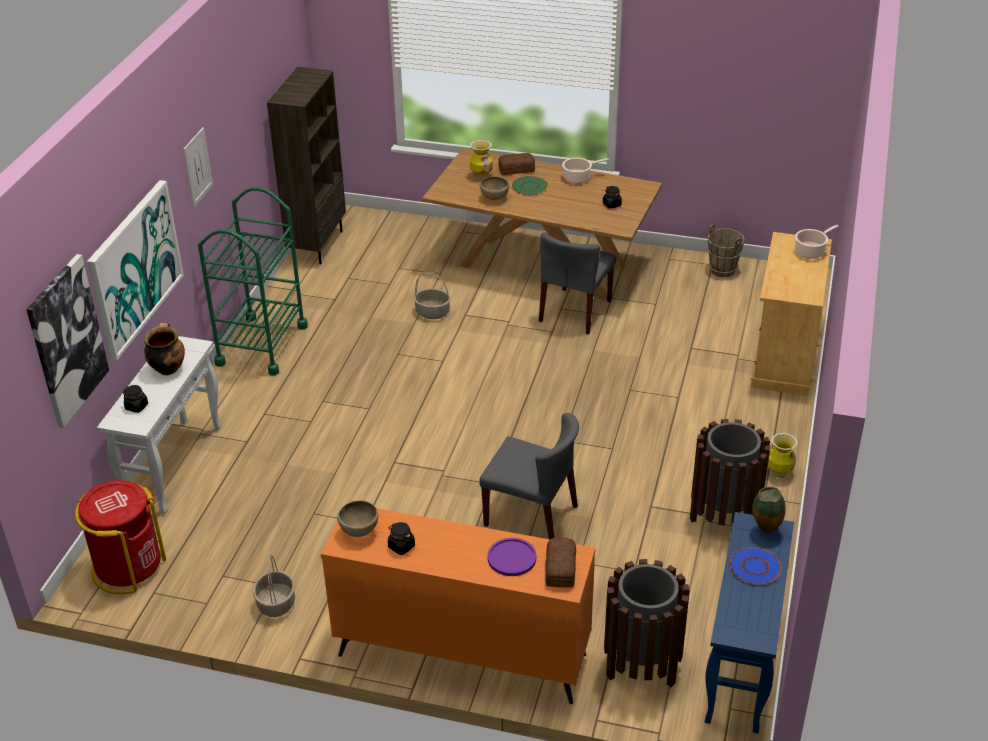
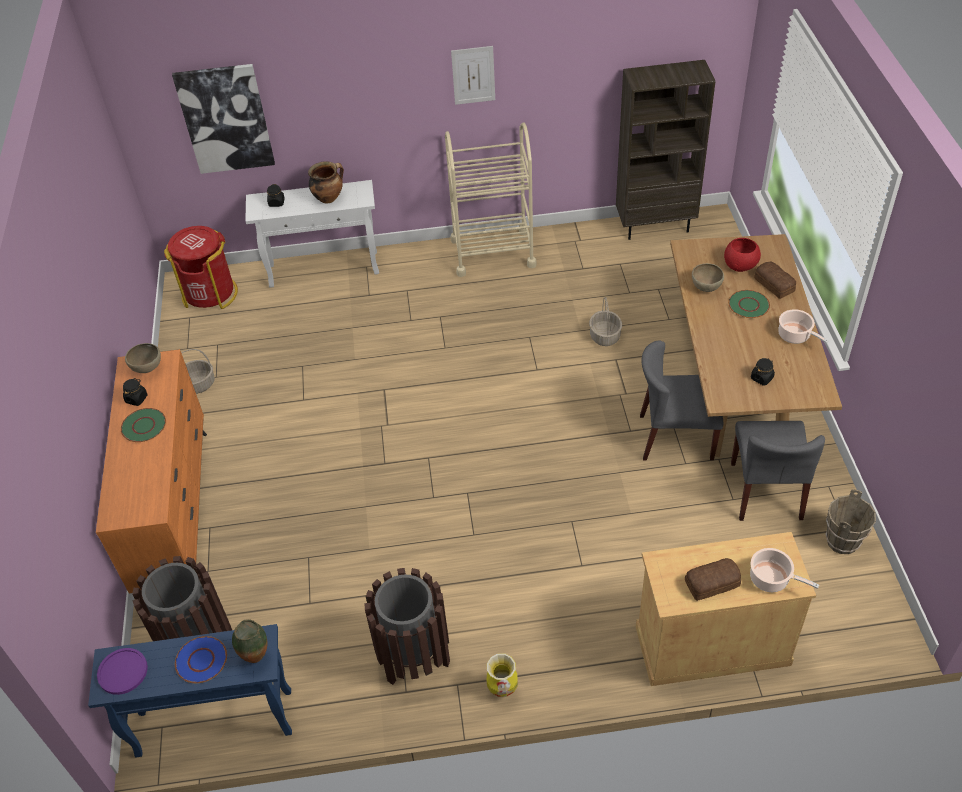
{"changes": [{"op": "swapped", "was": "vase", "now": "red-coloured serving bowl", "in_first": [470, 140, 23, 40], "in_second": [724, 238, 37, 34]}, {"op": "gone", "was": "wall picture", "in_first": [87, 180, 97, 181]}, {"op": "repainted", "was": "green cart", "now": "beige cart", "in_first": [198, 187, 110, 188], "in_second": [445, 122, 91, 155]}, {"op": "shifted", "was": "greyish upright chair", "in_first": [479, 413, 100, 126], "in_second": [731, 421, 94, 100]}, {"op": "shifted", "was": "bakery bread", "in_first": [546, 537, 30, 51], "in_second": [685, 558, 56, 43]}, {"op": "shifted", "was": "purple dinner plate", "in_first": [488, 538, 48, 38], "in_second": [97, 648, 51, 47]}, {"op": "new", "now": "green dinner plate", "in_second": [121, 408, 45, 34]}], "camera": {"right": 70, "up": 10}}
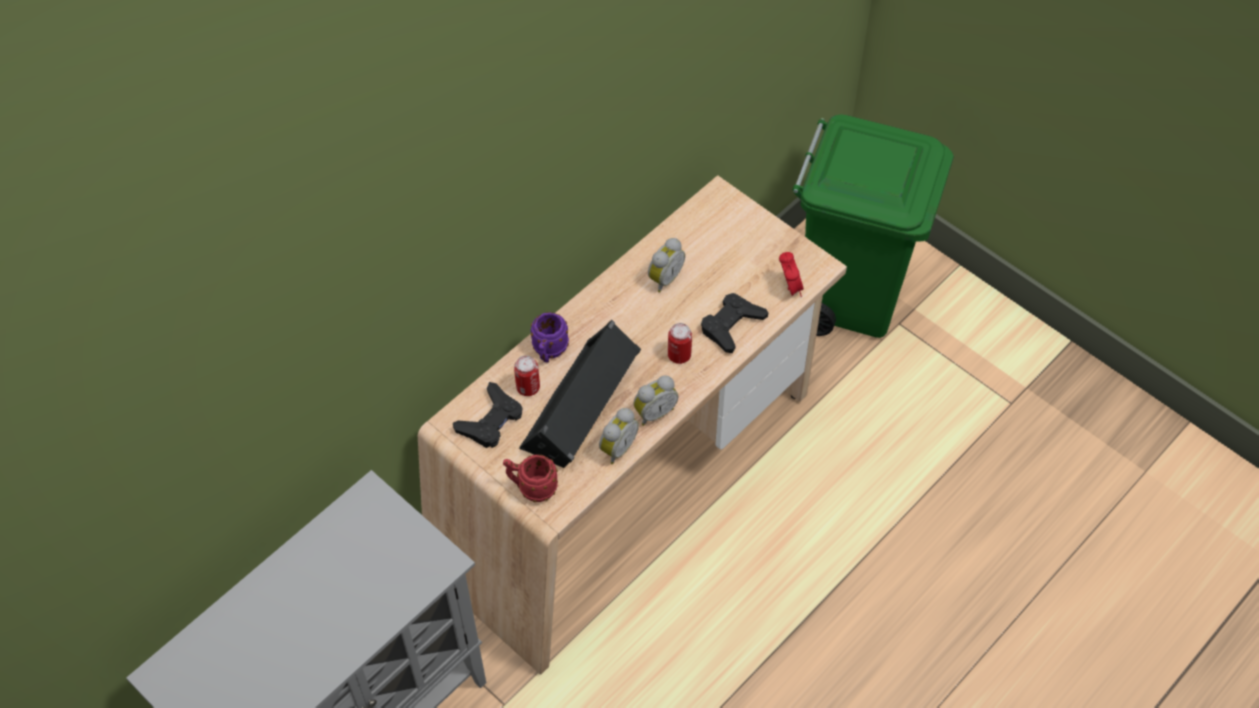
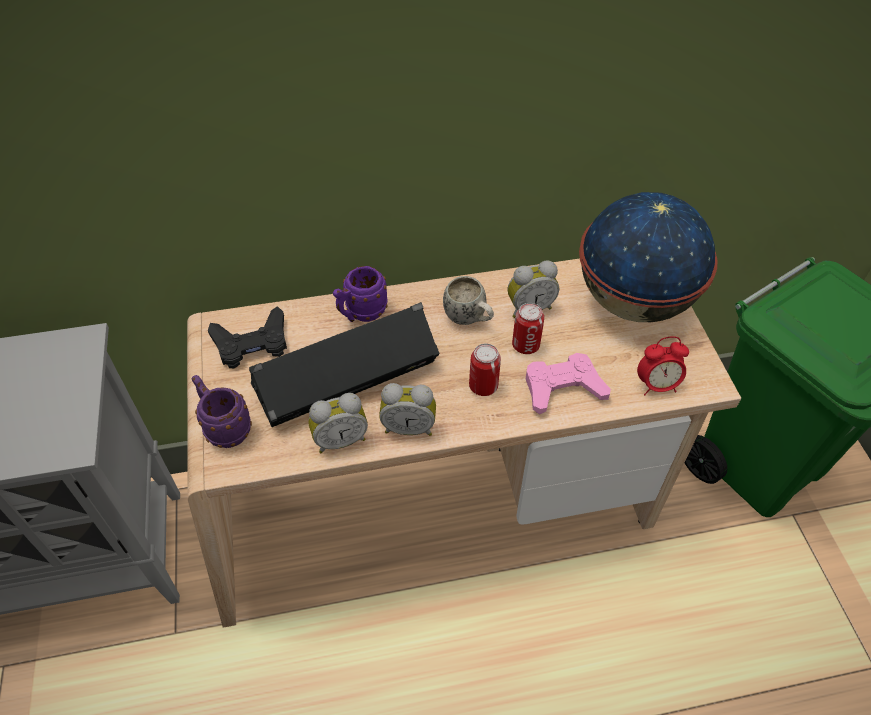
{"changes": [{"op": "rotated", "was": "table clock", "in_first": [779, 252, 25, 45], "in_second": [637, 336, 52, 59], "clockwise": 60}, {"op": "repainted", "was": "blackish joypad", "now": "pinkish joypad", "in_first": [701, 293, 67, 60], "in_second": [526, 353, 85, 61]}, {"op": "shifted", "was": "metal can", "in_first": [514, 355, 26, 41], "in_second": [512, 303, 32, 51]}, {"op": "repainted", "was": "red-coloured mug", "now": "purple mug", "in_first": [503, 454, 55, 48], "in_second": [192, 375, 60, 73]}, {"op": "new", "now": "desk globe", "in_second": [579, 192, 138, 130]}, {"op": "new", "now": "white mug", "in_second": [443, 276, 51, 49]}], "camera": {"right": 35, "up": -5}}
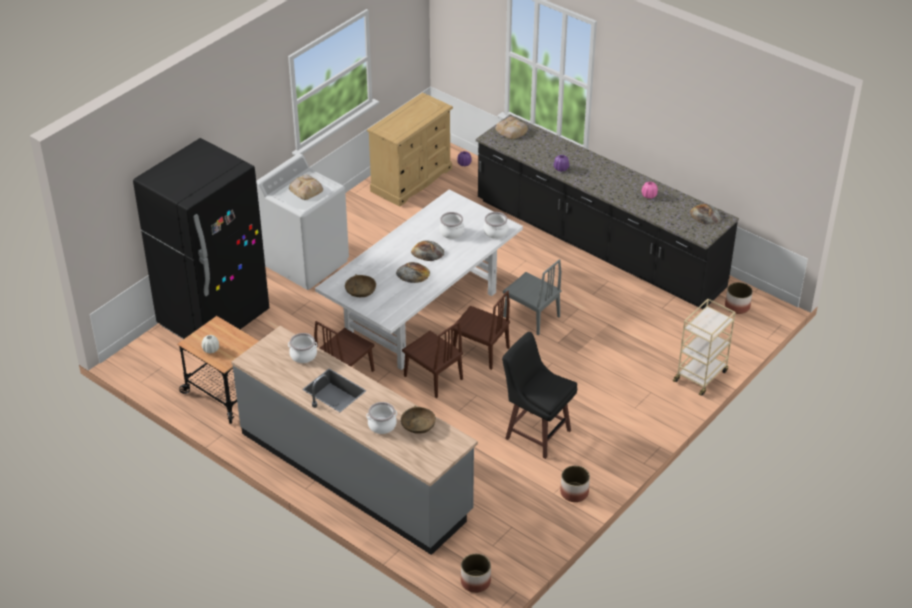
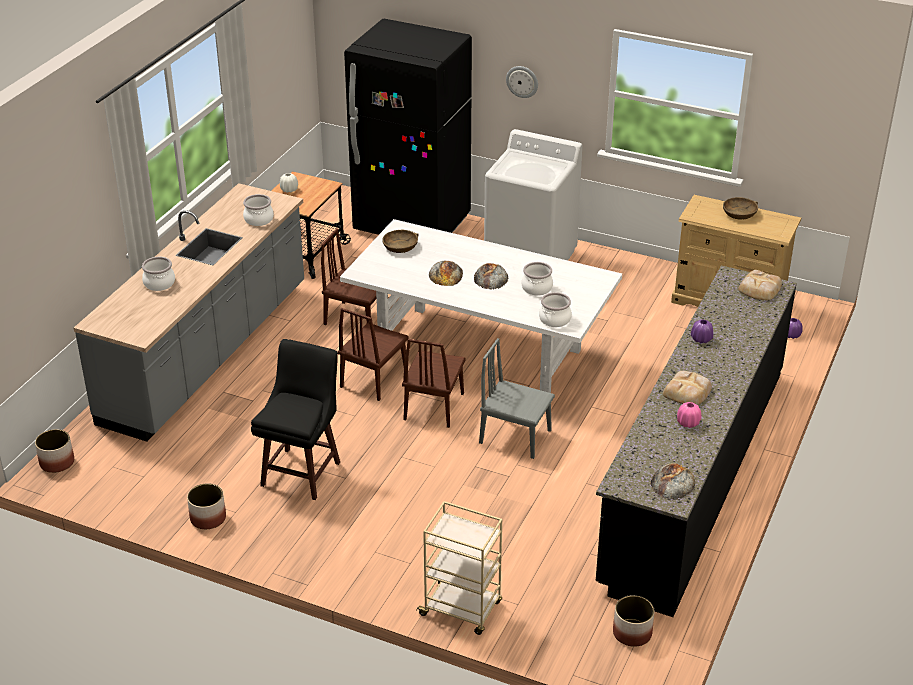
{"changes": [{"op": "shifted", "was": "bakery bread", "in_first": [289, 175, 34, 25], "in_second": [663, 371, 49, 34]}, {"op": "rotated", "was": "greyish upright chair", "in_first": [503, 259, 58, 77], "in_second": [479, 338, 76, 121], "clockwise": 90}, {"op": "shifted", "was": "brownish serving bowl", "in_first": [401, 406, 35, 28], "in_second": [723, 197, 35, 23]}, {"op": "new", "now": "wall clock", "in_second": [506, 66, 32, 32]}], "camera": {"right": 75, "up": -5}}
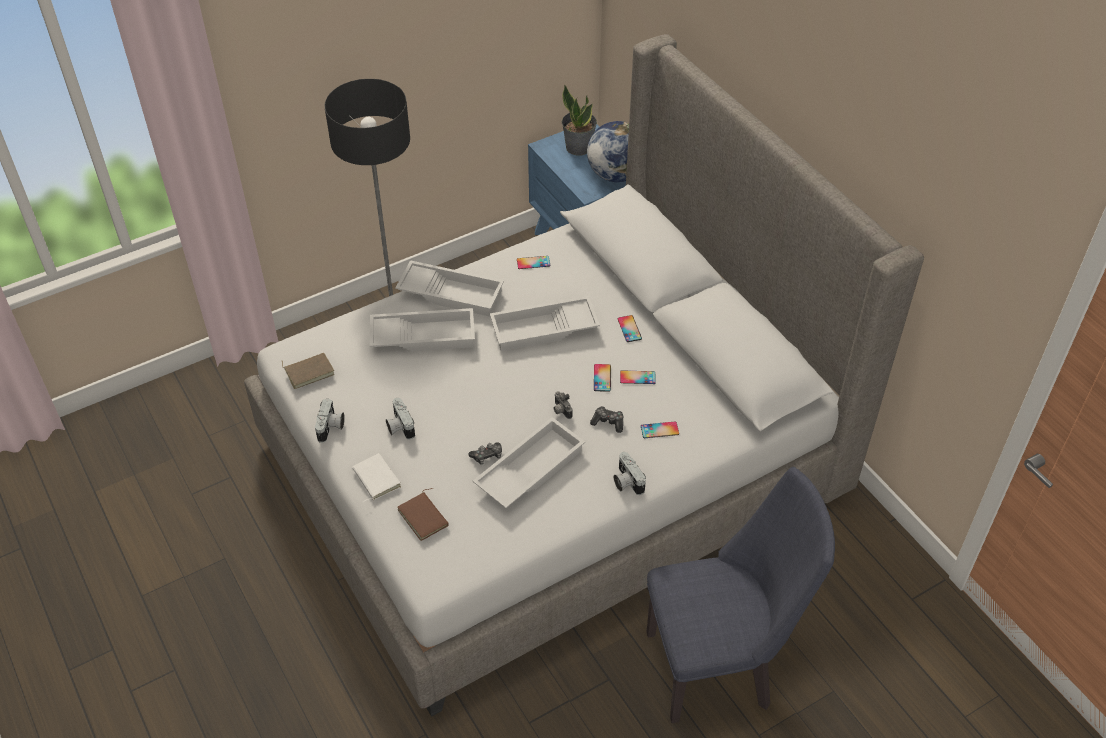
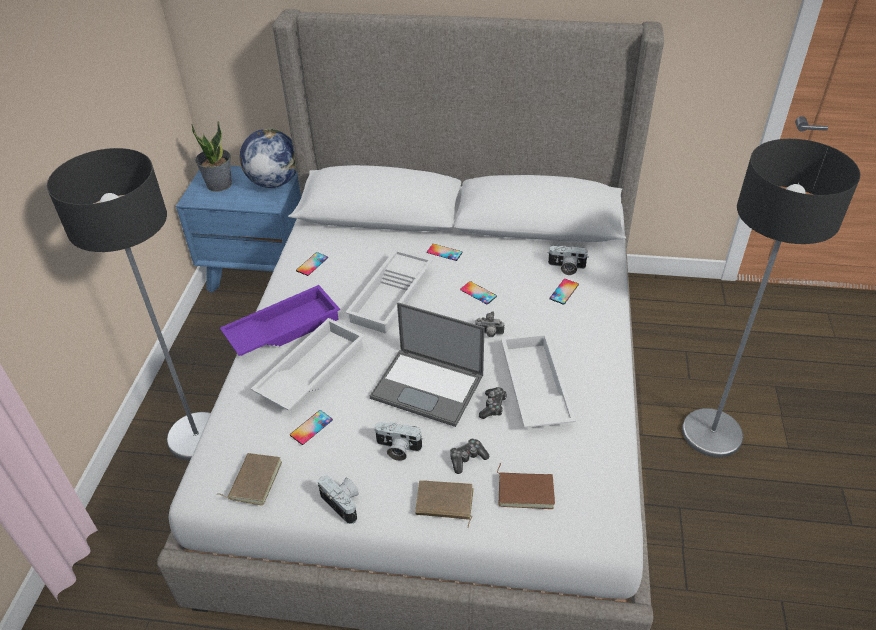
{"changes": [{"op": "repainted", "was": "white tray", "now": "purple tray", "in_first": [395, 260, 109, 57], "in_second": [220, 285, 120, 71]}, {"op": "shifted", "was": "telephone", "in_first": [620, 370, 36, 14], "in_second": [290, 410, 43, 35]}, {"op": "shifted", "was": "joypad", "in_first": [590, 406, 34, 27], "in_second": [450, 438, 39, 36]}, {"op": "shifted", "was": "still camera", "in_first": [614, 452, 32, 43], "in_second": [548, 246, 40, 29]}, {"op": "repainted", "was": "white bound book", "now": "brownish bound book", "in_first": [352, 453, 49, 49], "in_second": [415, 480, 59, 48]}, {"op": "swapped", "was": "blue-coloured upright chair", "now": "standing lamp", "in_first": [646, 467, 189, 256], "in_second": [682, 139, 178, 318]}, {"op": "new", "now": "laptop", "in_second": [370, 303, 115, 124]}], "camera": {"right": -50, "up": -5}}
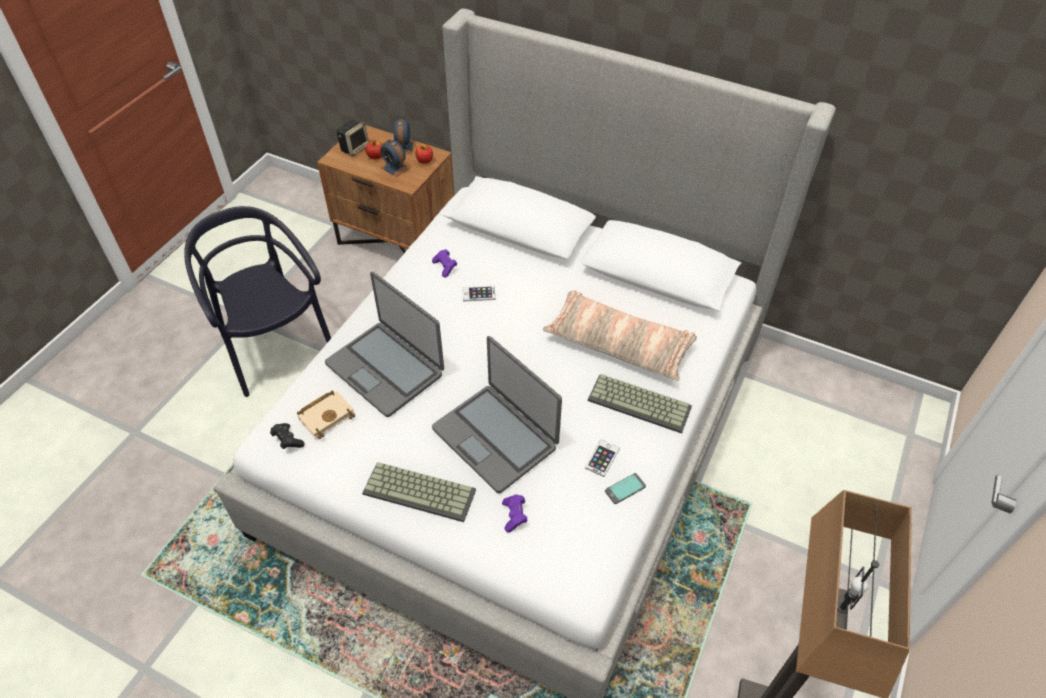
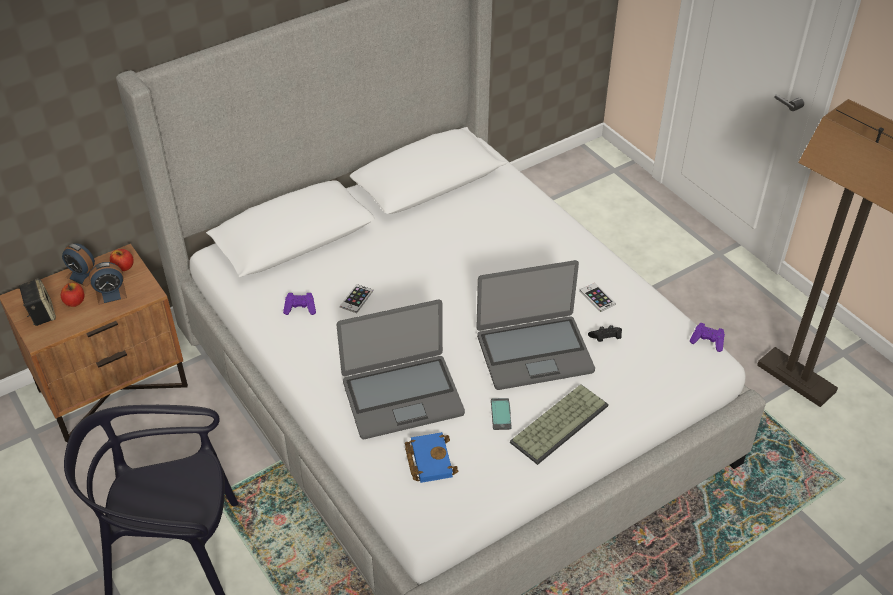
{"changes": [{"op": "gone", "was": "throw pillow", "in_first": [543, 290, 154, 91]}, {"op": "gone", "was": "PC keyboard", "in_first": [588, 374, 104, 59]}, {"op": "repainted", "was": "beige bound book", "now": "blue-coloured bound book", "in_first": [297, 391, 58, 48], "in_second": [405, 432, 53, 51]}, {"op": "shifted", "was": "blackish joypad", "in_first": [270, 423, 34, 26], "in_second": [588, 325, 34, 17]}, {"op": "shifted", "was": "telephone", "in_first": [605, 473, 41, 31], "in_second": [491, 398, 21, 32]}, {"op": "shifted", "was": "purple joypad", "in_first": [502, 494, 25, 39], "in_second": [690, 323, 35, 29]}], "camera": {"right": -60, "up": -5}}
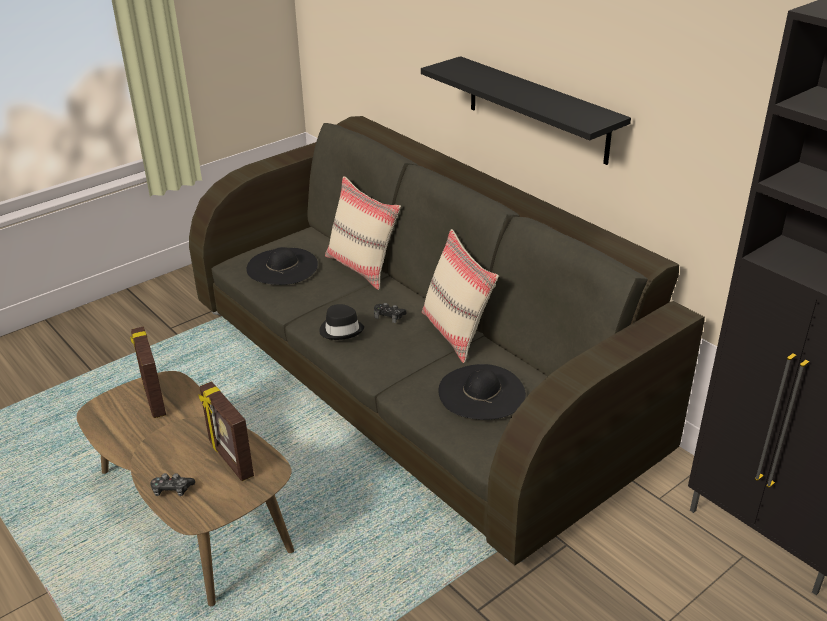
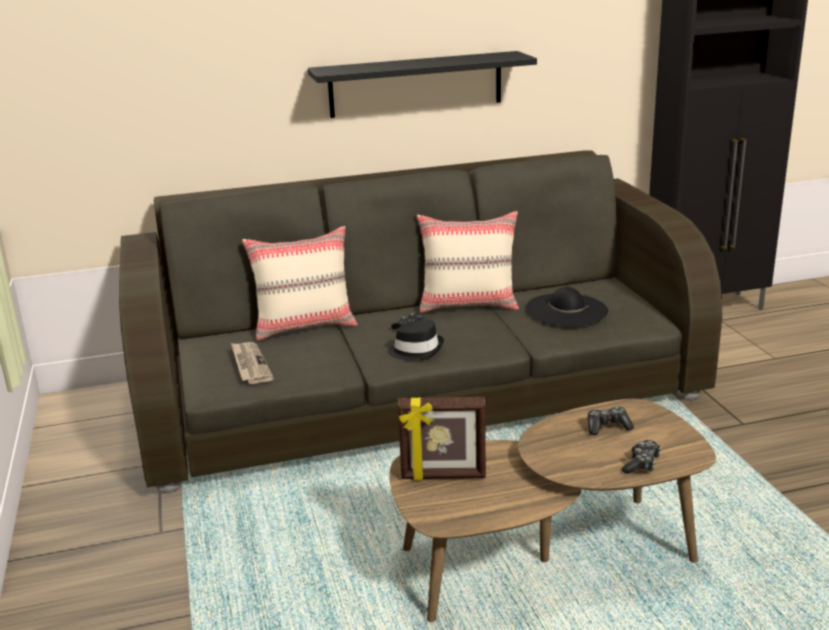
{"changes": [{"op": "swapped", "was": "blackish hat", "now": "newspaper", "in_first": [247, 247, 71, 38], "in_second": [231, 342, 43, 42]}, {"op": "swapped", "was": "picture frame", "now": "joypad", "in_first": [198, 381, 56, 100], "in_second": [588, 407, 46, 28]}], "camera": {"right": -65, "up": -10}}
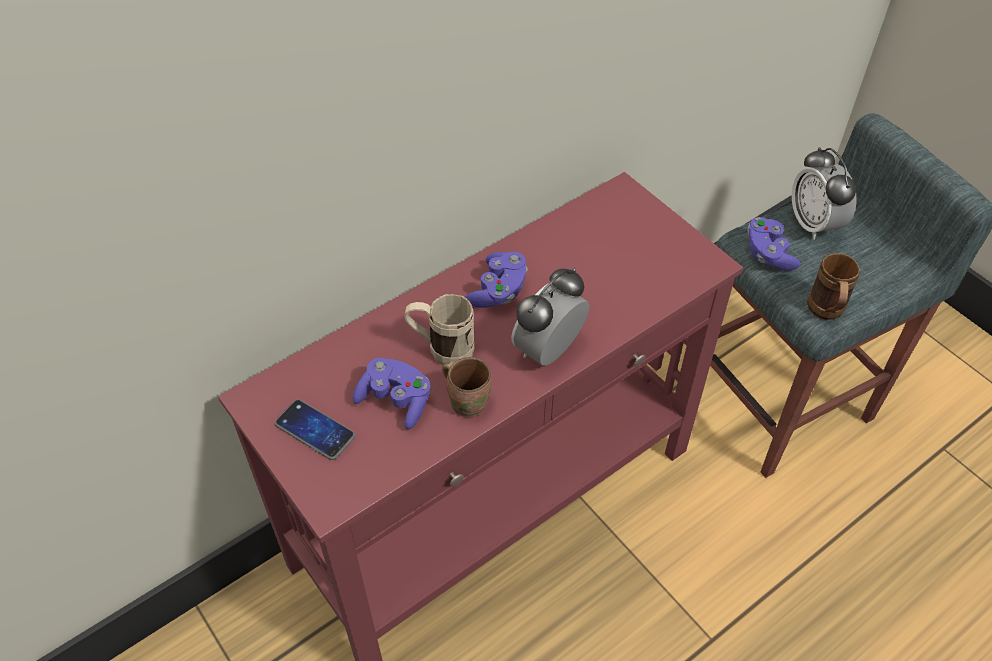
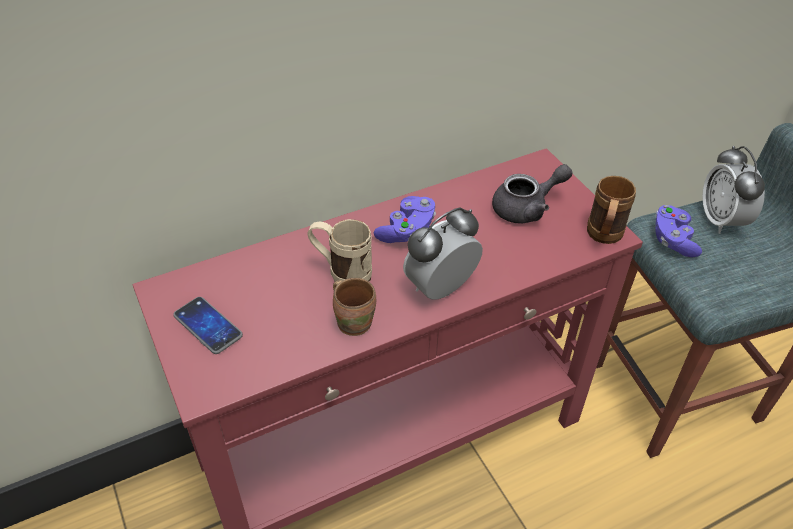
{"changes": [{"op": "shifted", "was": "brownish mug", "in_first": [807, 253, 53, 67], "in_second": [587, 176, 49, 68]}, {"op": "gone", "was": "purple joypad", "in_first": [353, 358, 78, 71]}, {"op": "new", "now": "greyish pot for tea", "in_second": [492, 164, 81, 59]}], "camera": {"right": 10, "up": -5}}
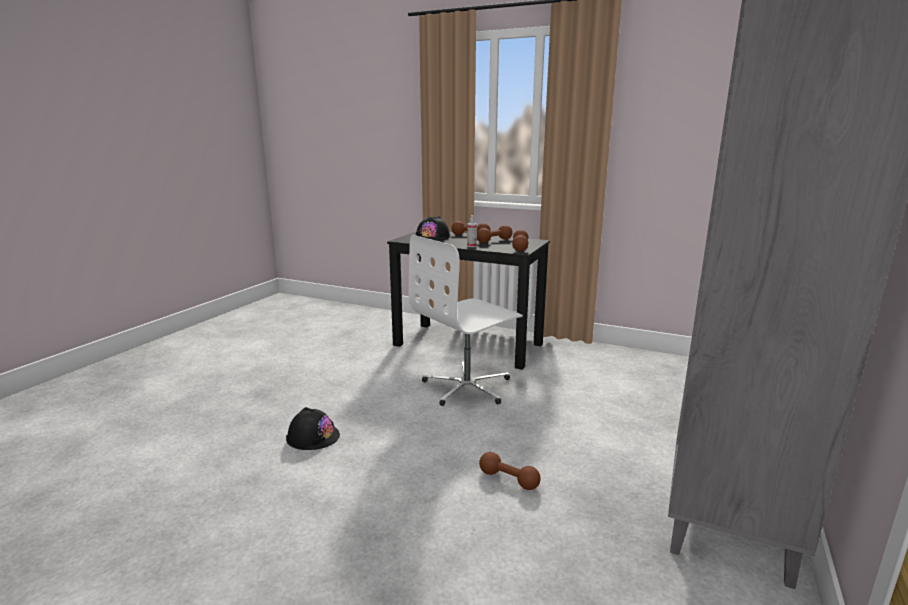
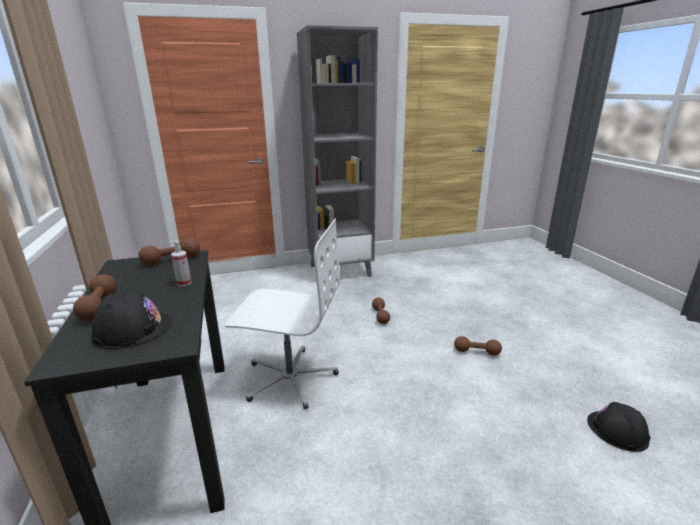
{"changes": [{"op": "shifted", "was": "brownish hand weight", "in_first": [477, 225, 36, 18], "in_second": [454, 336, 48, 20]}, {"op": "shifted", "was": "blackish hard hat", "in_first": [286, 407, 54, 43], "in_second": [587, 402, 63, 50]}], "camera": {"right": -130, "up": 5}}
